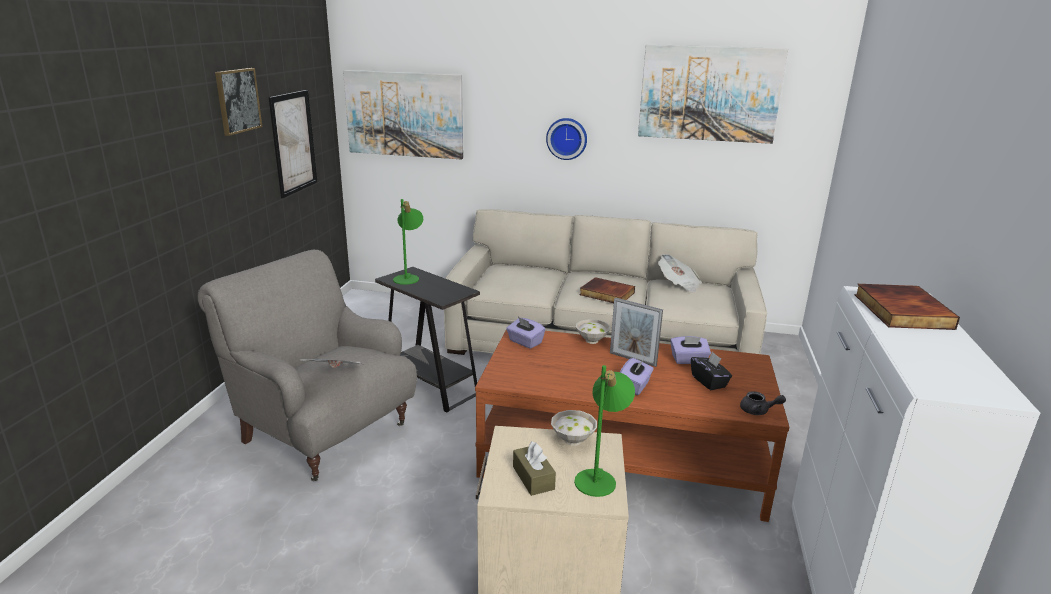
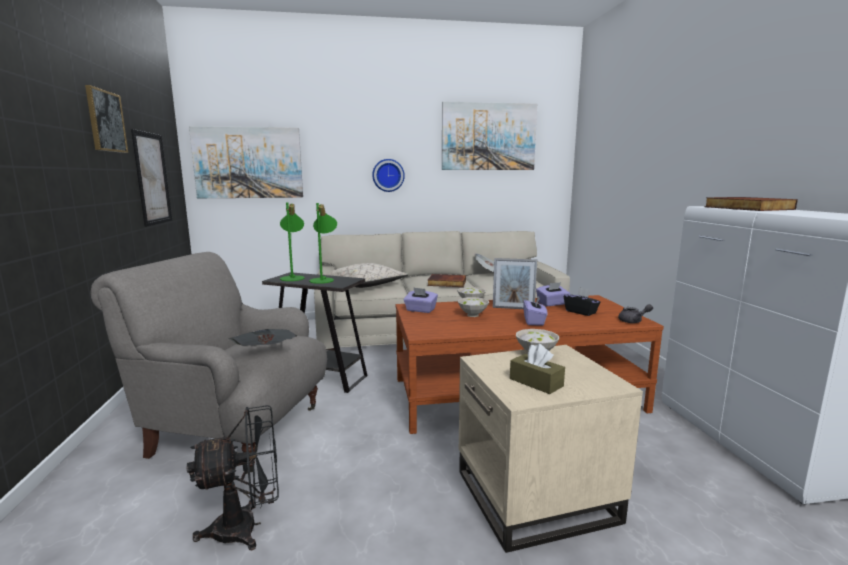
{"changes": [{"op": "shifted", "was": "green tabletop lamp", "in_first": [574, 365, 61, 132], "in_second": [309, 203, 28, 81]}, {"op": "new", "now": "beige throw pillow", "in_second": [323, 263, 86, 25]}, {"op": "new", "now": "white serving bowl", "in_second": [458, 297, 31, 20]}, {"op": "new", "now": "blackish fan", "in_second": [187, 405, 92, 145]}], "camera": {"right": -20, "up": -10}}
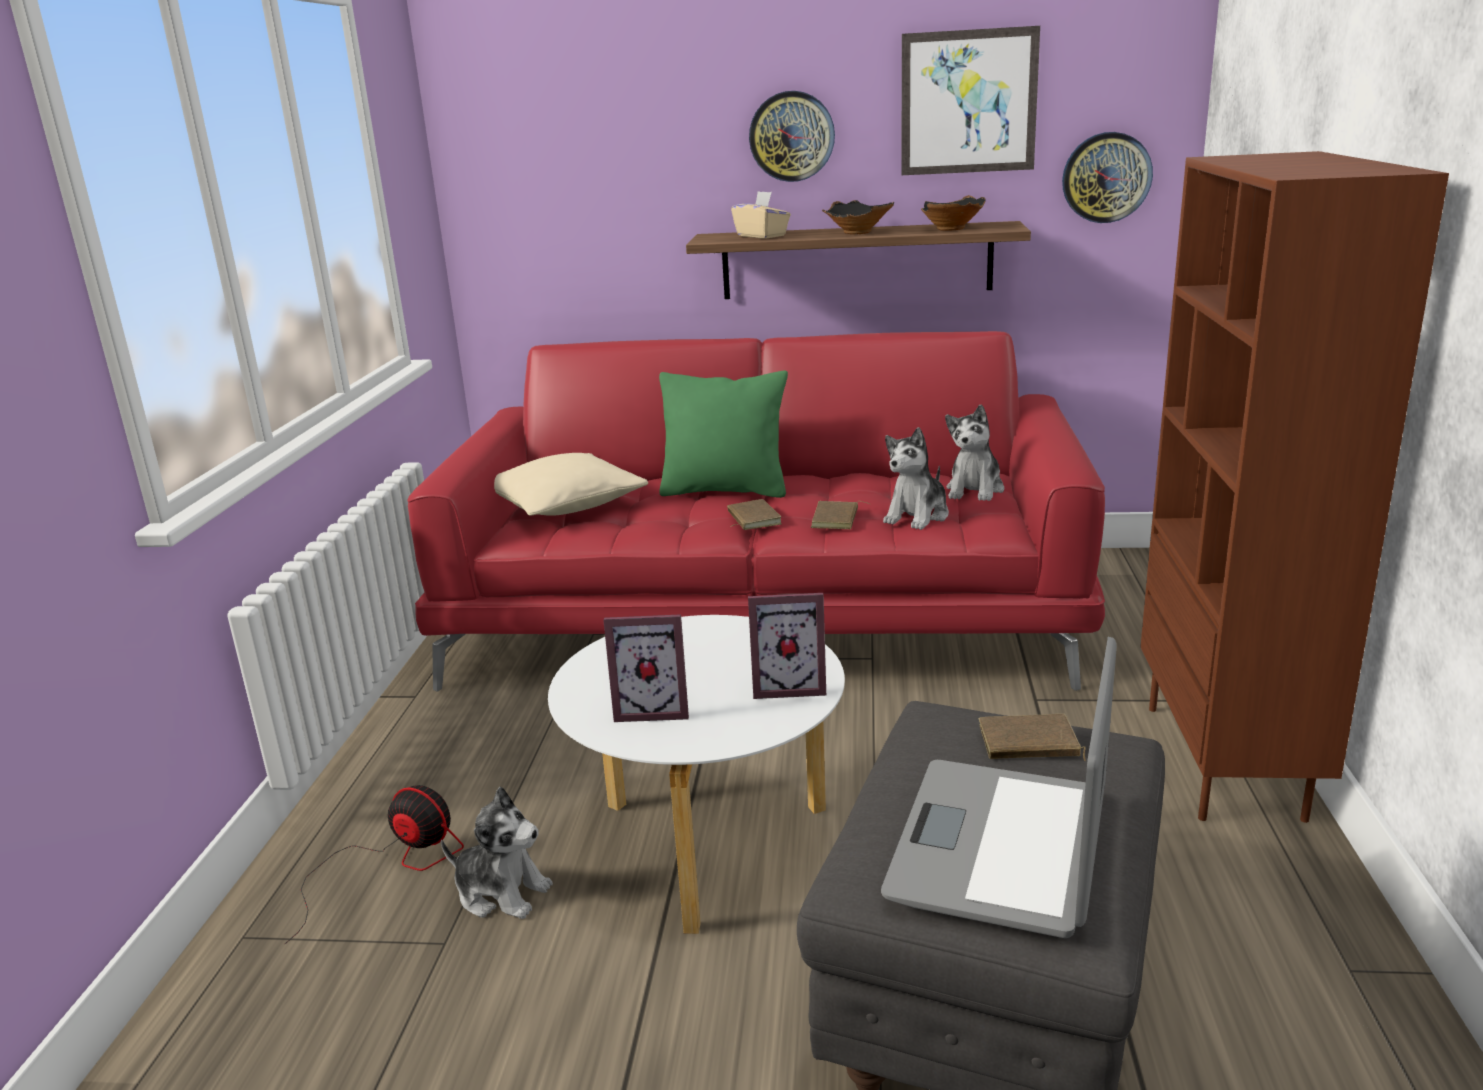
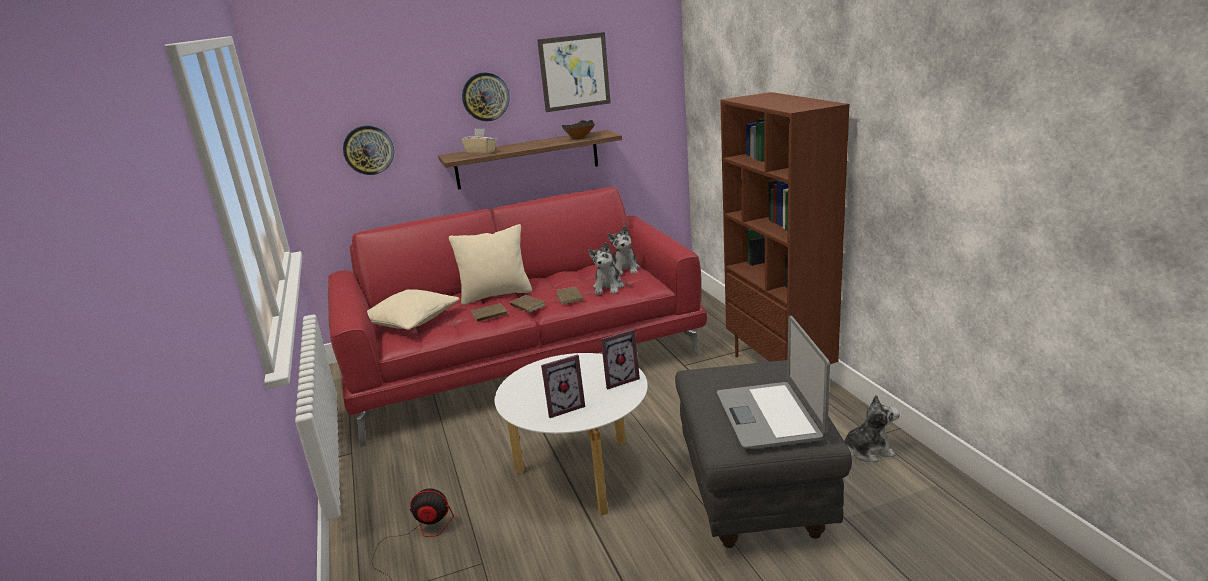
{"changes": [{"op": "shifted", "was": "wall clock", "in_first": [1062, 132, 91, 91], "in_second": [343, 126, 51, 49]}, {"op": "gone", "was": "blackish serving bowl", "in_first": [822, 200, 72, 34]}, {"op": "repainted", "was": "green throw pillow", "now": "beige throw pillow", "in_first": [659, 371, 129, 127], "in_second": [449, 224, 83, 81]}, {"op": "shifted", "was": "brownish bound book", "in_first": [978, 714, 108, 47], "in_second": [471, 303, 38, 19]}, {"op": "shifted", "was": "cuddly toy", "in_first": [441, 787, 112, 132], "in_second": [844, 394, 56, 68]}], "camera": {"right": -25, "up": 0}}
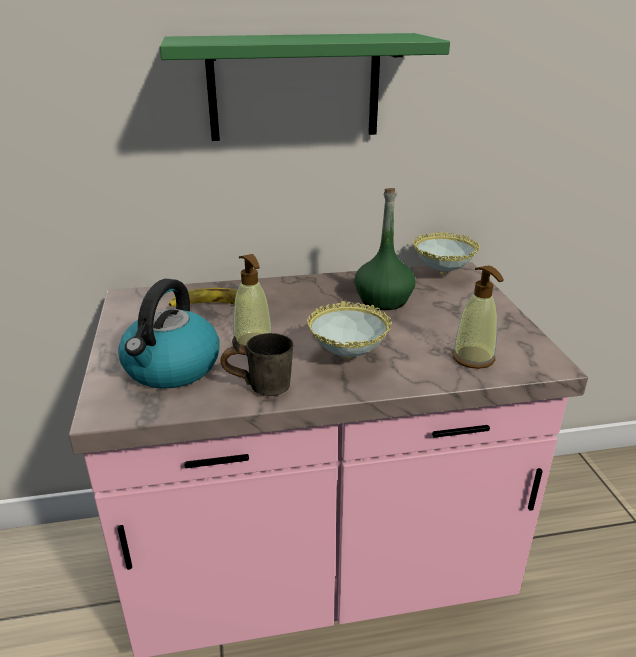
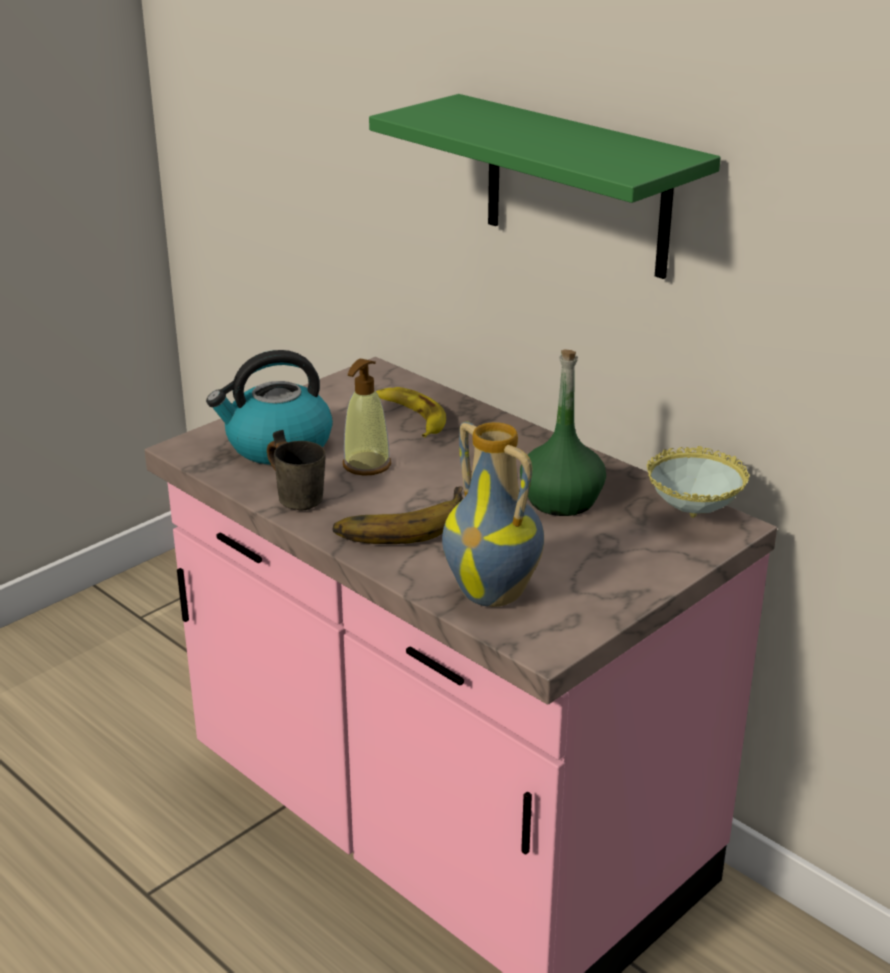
{"changes": [{"op": "swapped", "was": "soap bottle", "now": "vase", "in_first": [452, 265, 52, 104], "in_second": [442, 421, 102, 186]}, {"op": "swapped", "was": "serving bowl", "now": "whole banana", "in_first": [307, 301, 85, 59], "in_second": [333, 486, 130, 58]}], "camera": {"right": 55, "up": 0}}
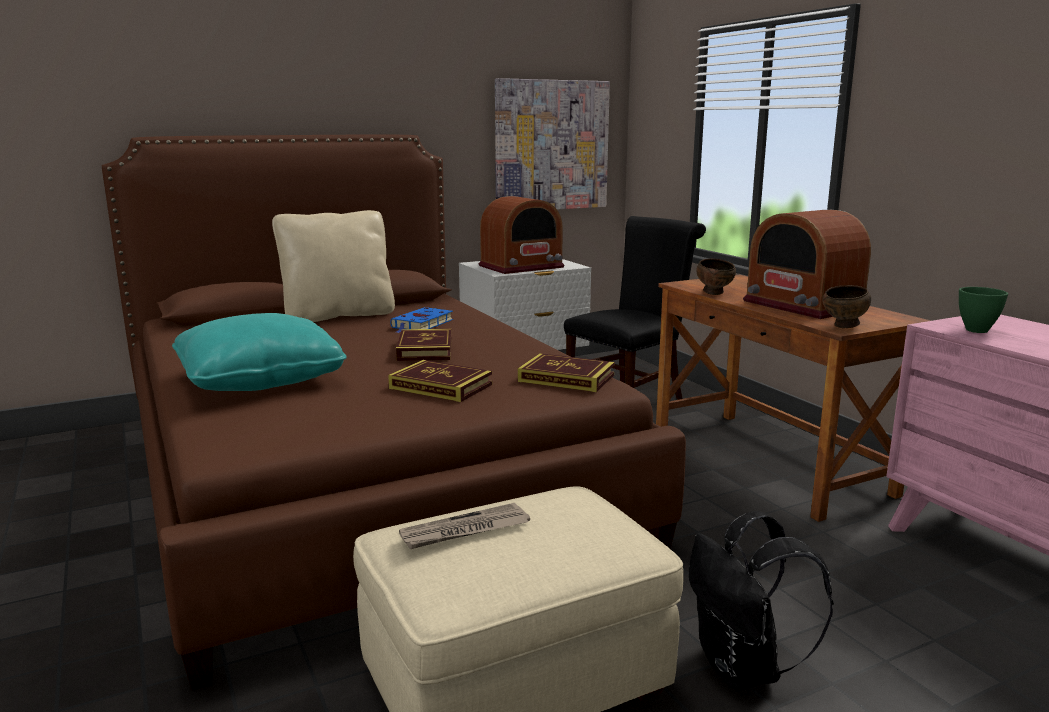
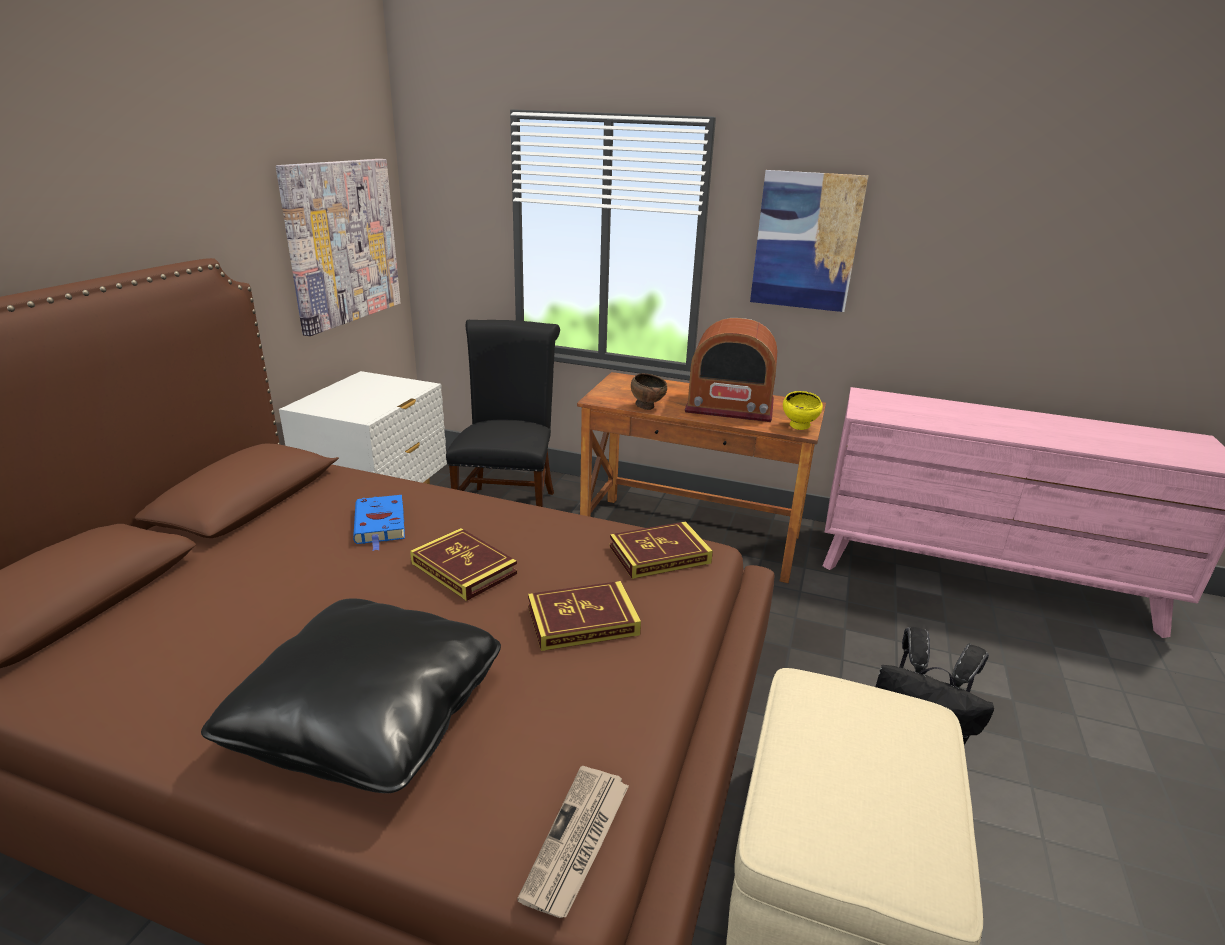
{"changes": [{"op": "gone", "was": "radio receiver", "in_first": [478, 196, 87, 78]}, {"op": "gone", "was": "beige throw pillow", "in_first": [272, 210, 123, 112]}, {"op": "repainted", "was": "brownish serving bowl", "now": "yellowish serving bowl", "in_first": [822, 285, 49, 43], "in_second": [783, 391, 40, 39]}, {"op": "gone", "was": "green serving bowl", "in_first": [959, 287, 49, 46]}, {"op": "repainted", "was": "turquoise throw pillow", "now": "blackish throw pillow", "in_first": [172, 313, 175, 78], "in_second": [201, 599, 300, 194]}, {"op": "shifted", "was": "newspaper", "in_first": [399, 503, 131, 46], "in_second": [517, 766, 112, 152]}, {"op": "new", "now": "wall picture", "in_second": [750, 170, 118, 142]}], "camera": {"right": -45, "up": 10}}
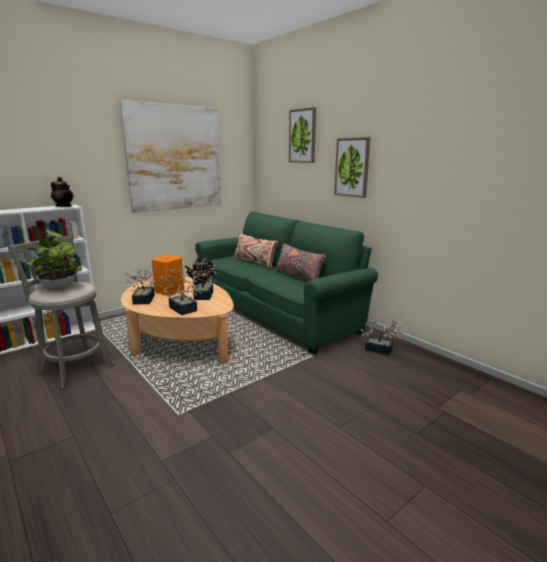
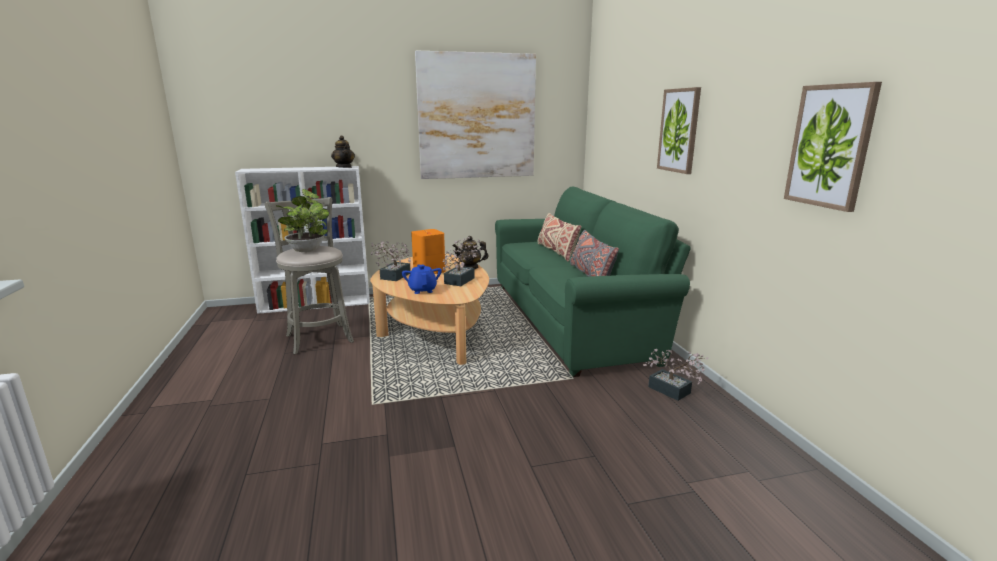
{"changes": [{"op": "shifted", "was": "wall picture", "in_first": [289, 107, 27, 56], "in_second": [784, 82, 98, 130]}, {"op": "swapped", "was": "houseplant", "now": "blue-coloured pot for tea", "in_first": [159, 269, 43, 46], "in_second": [402, 264, 40, 30]}], "camera": {"right": 25, "up": 0}}
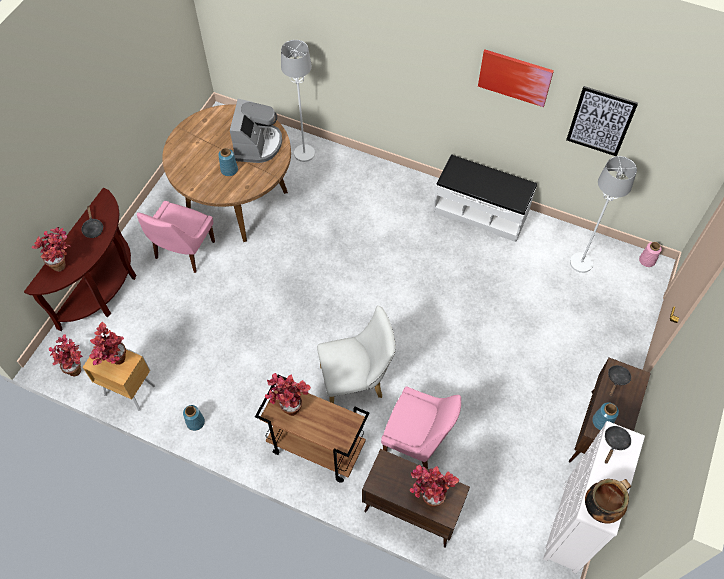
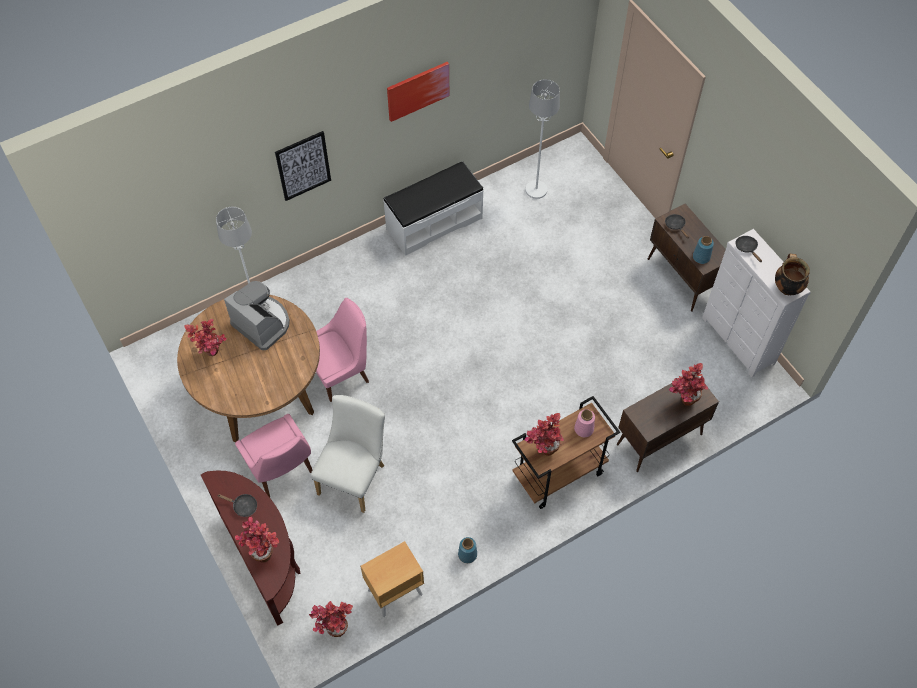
{"changes": [{"op": "shifted", "was": "wall picture", "in_first": [566, 86, 72, 70], "in_second": [275, 131, 56, 70]}, {"op": "gone", "was": "blue-coloured vase", "in_first": [218, 148, 20, 28]}, {"op": "shifted", "was": "pinkish vase", "in_first": [639, 242, 23, 25], "in_second": [574, 409, 21, 28]}, {"op": "shifted", "was": "white upright chair", "in_first": [317, 306, 79, 98], "in_second": [311, 395, 74, 118]}, {"op": "shifted", "was": "houseplant", "in_first": [89, 322, 37, 43], "in_second": [185, 319, 42, 37]}, {"op": "shifted", "was": "pinkish upright chair", "in_first": [381, 386, 80, 83], "in_second": [316, 298, 53, 104]}], "camera": {"right": -55, "up": 0}}
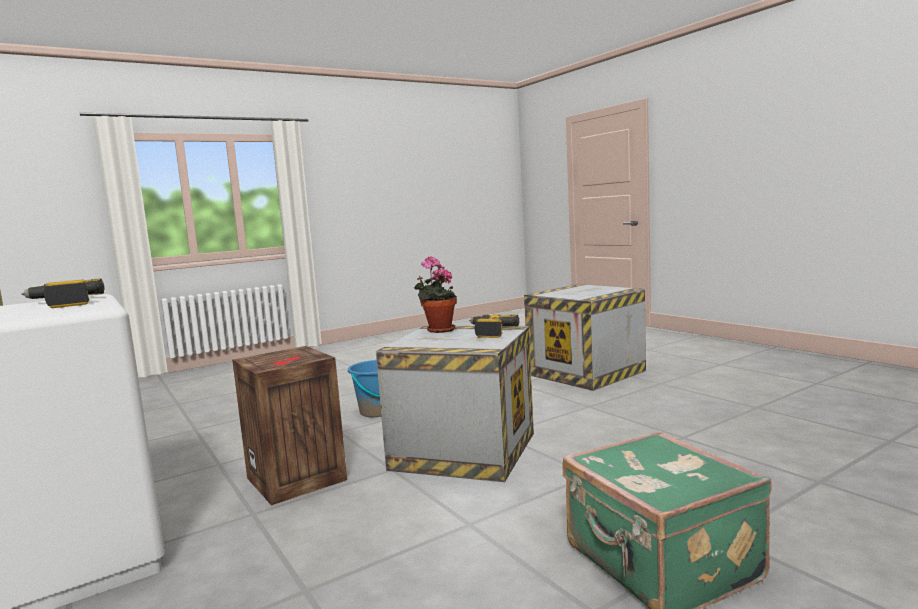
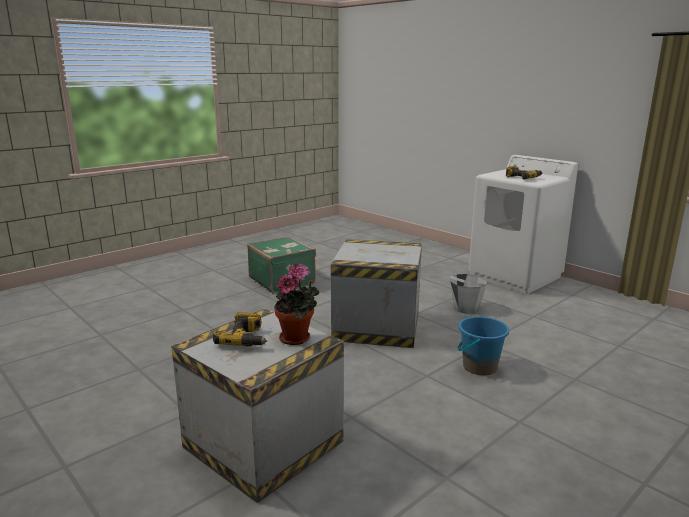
{"changes": [{"op": "shifted", "was": "houseplant", "in_first": [414, 256, 43, 77], "in_second": [274, 263, 46, 82]}, {"op": "shifted", "was": "drill", "in_first": [469, 314, 50, 24], "in_second": [213, 312, 54, 34]}, {"op": "swapped", "was": "packing crate", "now": "greyish pail", "in_first": [232, 346, 115, 159], "in_second": [450, 274, 37, 40]}], "camera": {"right": 170, "up": 10}}
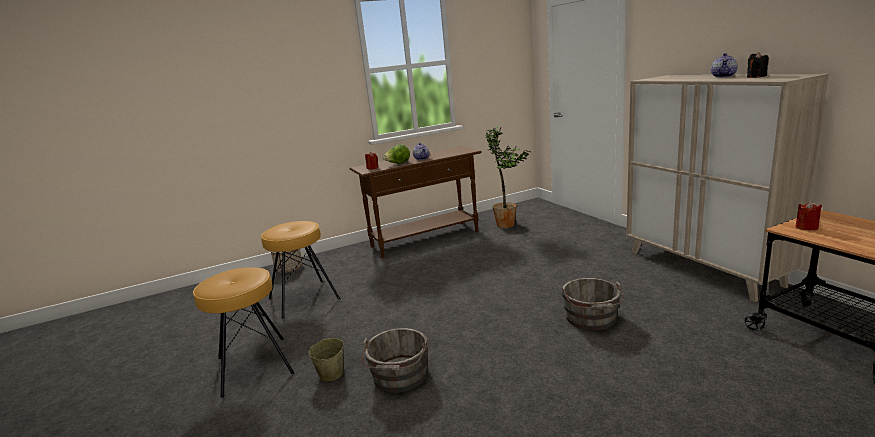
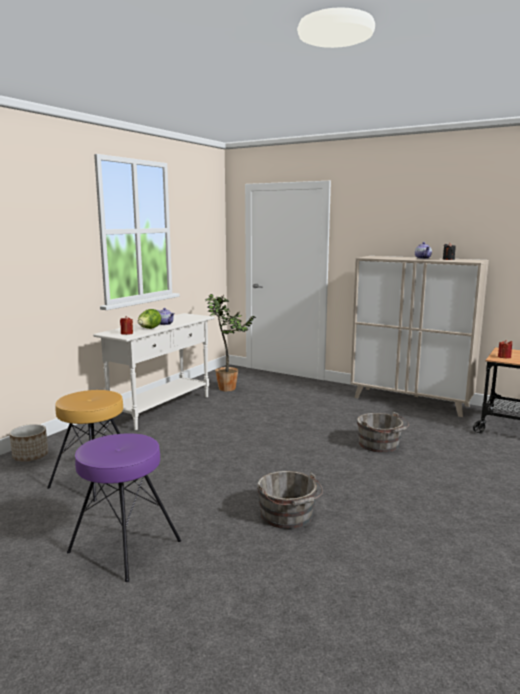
{"changes": [{"op": "repainted", "was": "brownish hall table", "now": "white hall table", "in_first": [350, 146, 132, 112], "in_second": [93, 313, 122, 117]}, {"op": "repainted", "was": "brownish stool", "now": "purple stool", "in_first": [193, 267, 101, 131], "in_second": [67, 433, 114, 149]}, {"op": "gone", "was": "beige pail", "in_first": [308, 330, 36, 51]}], "camera": {"right": -35, "up": -5}}
